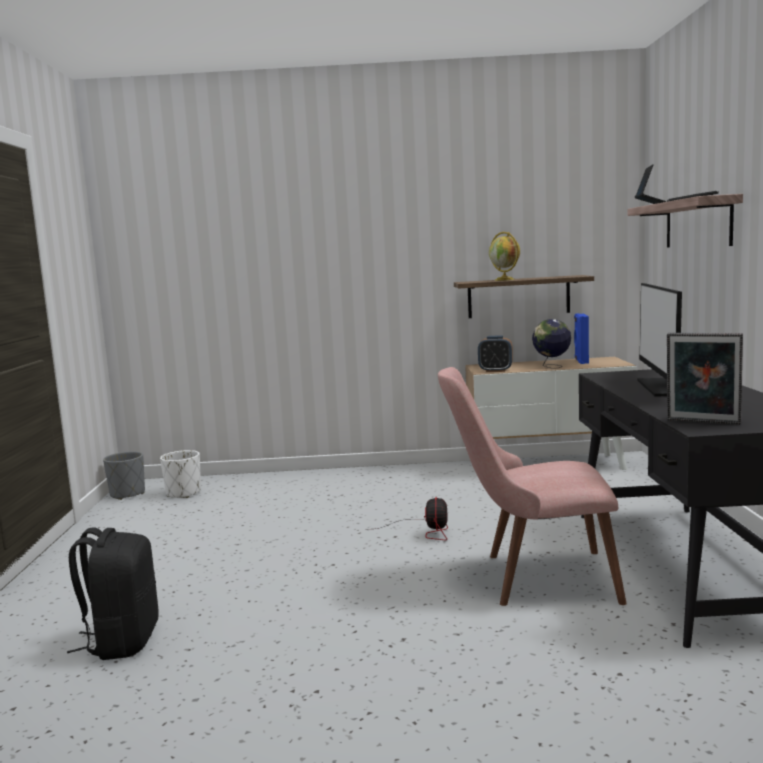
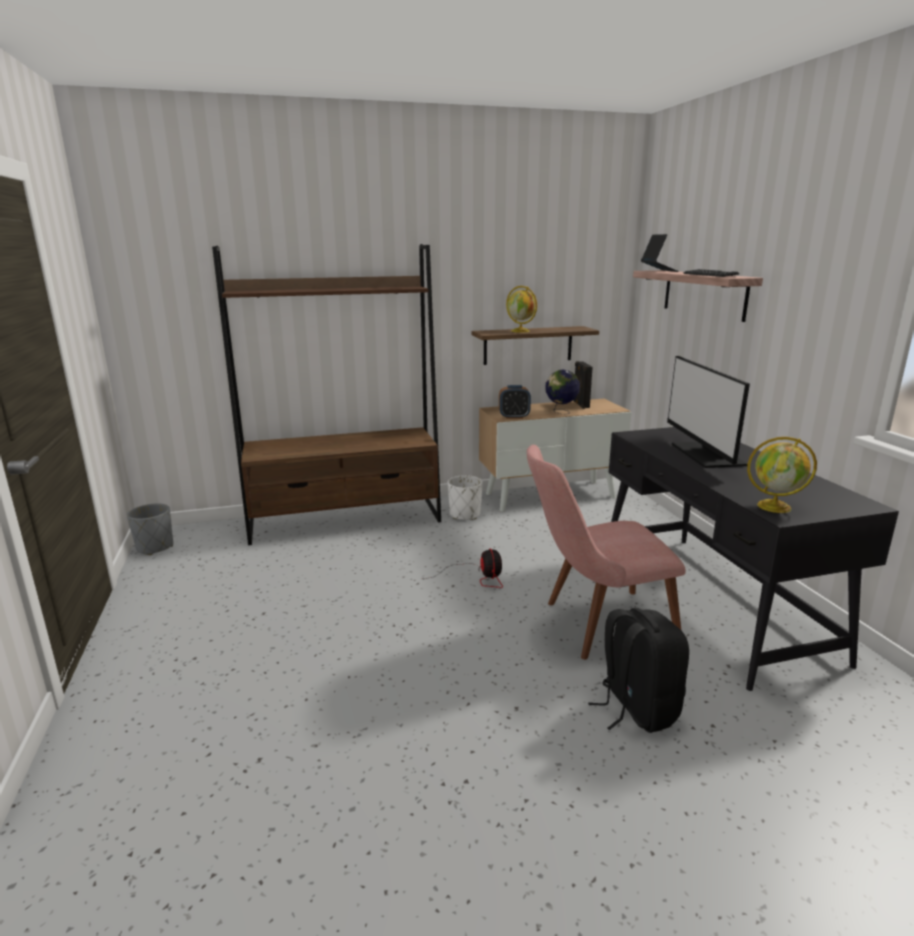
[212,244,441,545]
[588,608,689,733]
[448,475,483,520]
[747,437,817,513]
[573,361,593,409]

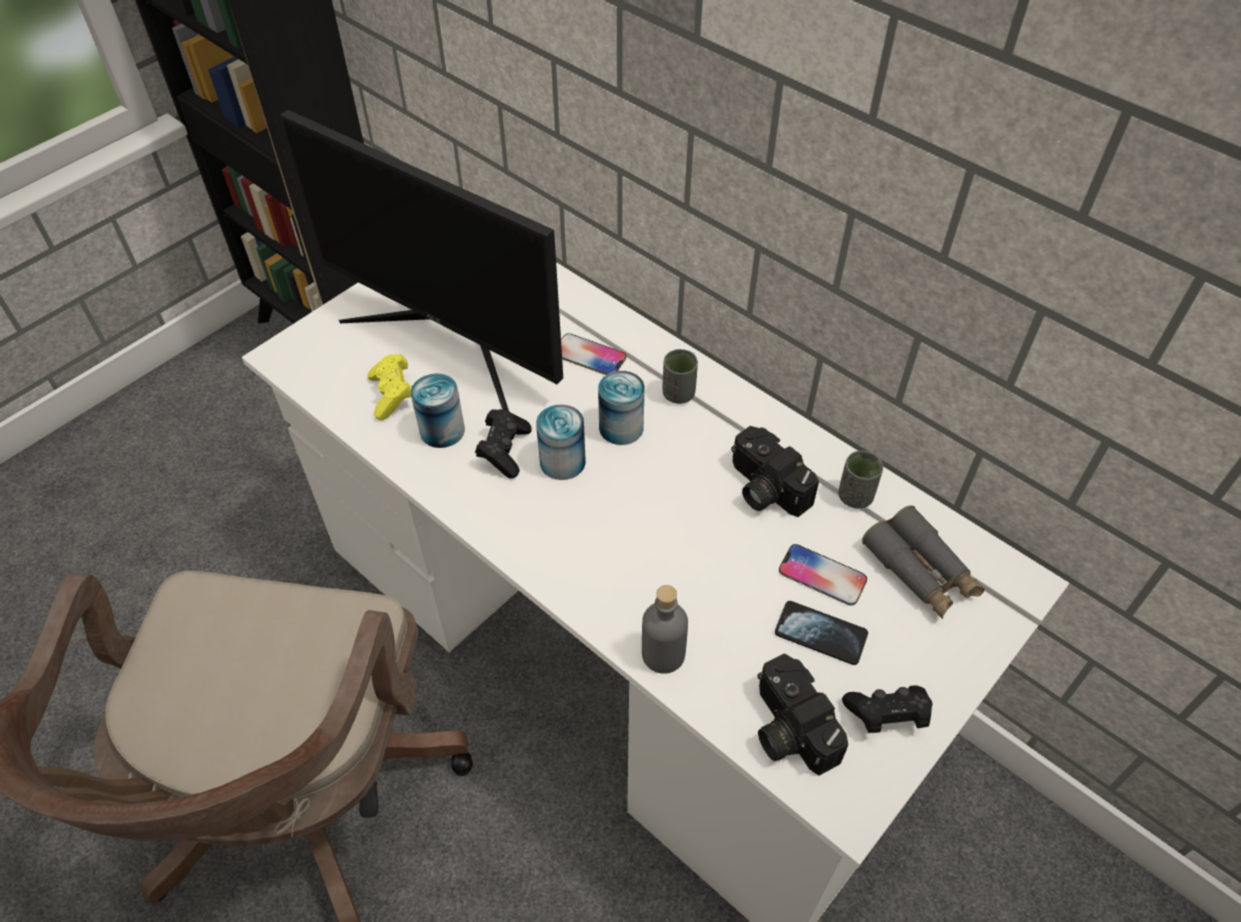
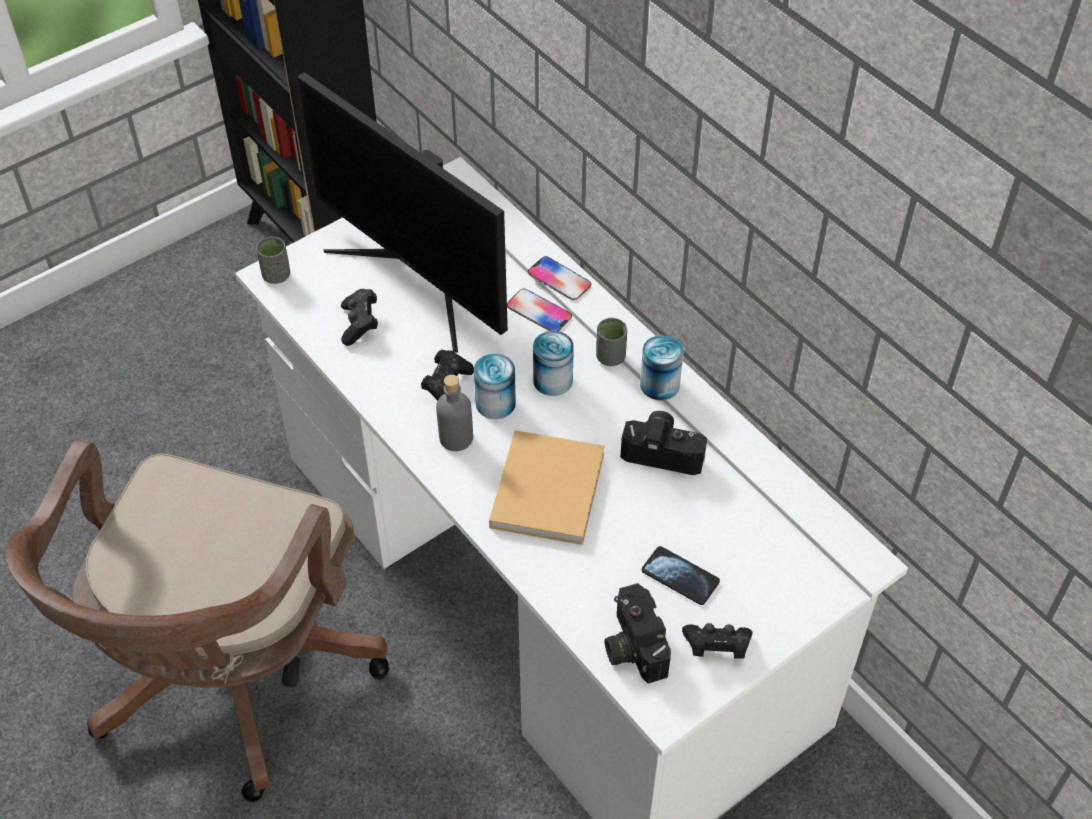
[862,506,985,619] (first image)
[489,430,605,545]
[640,335,683,400]
[436,375,473,451]
[528,256,591,301]
[256,237,290,284]
[341,289,378,346]
[620,411,707,475]

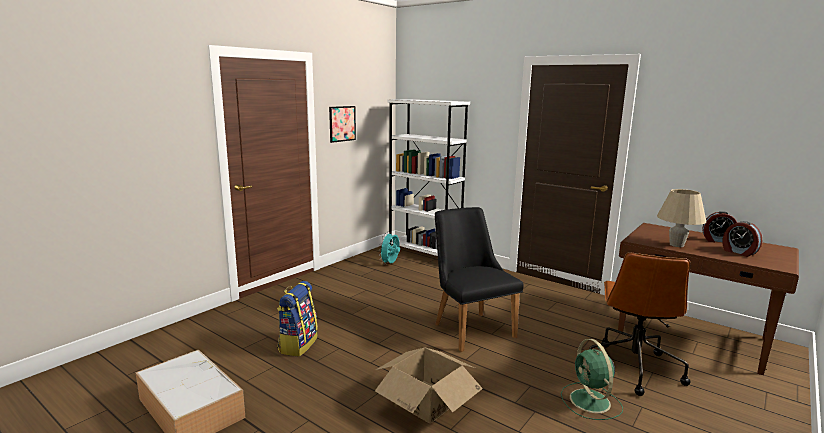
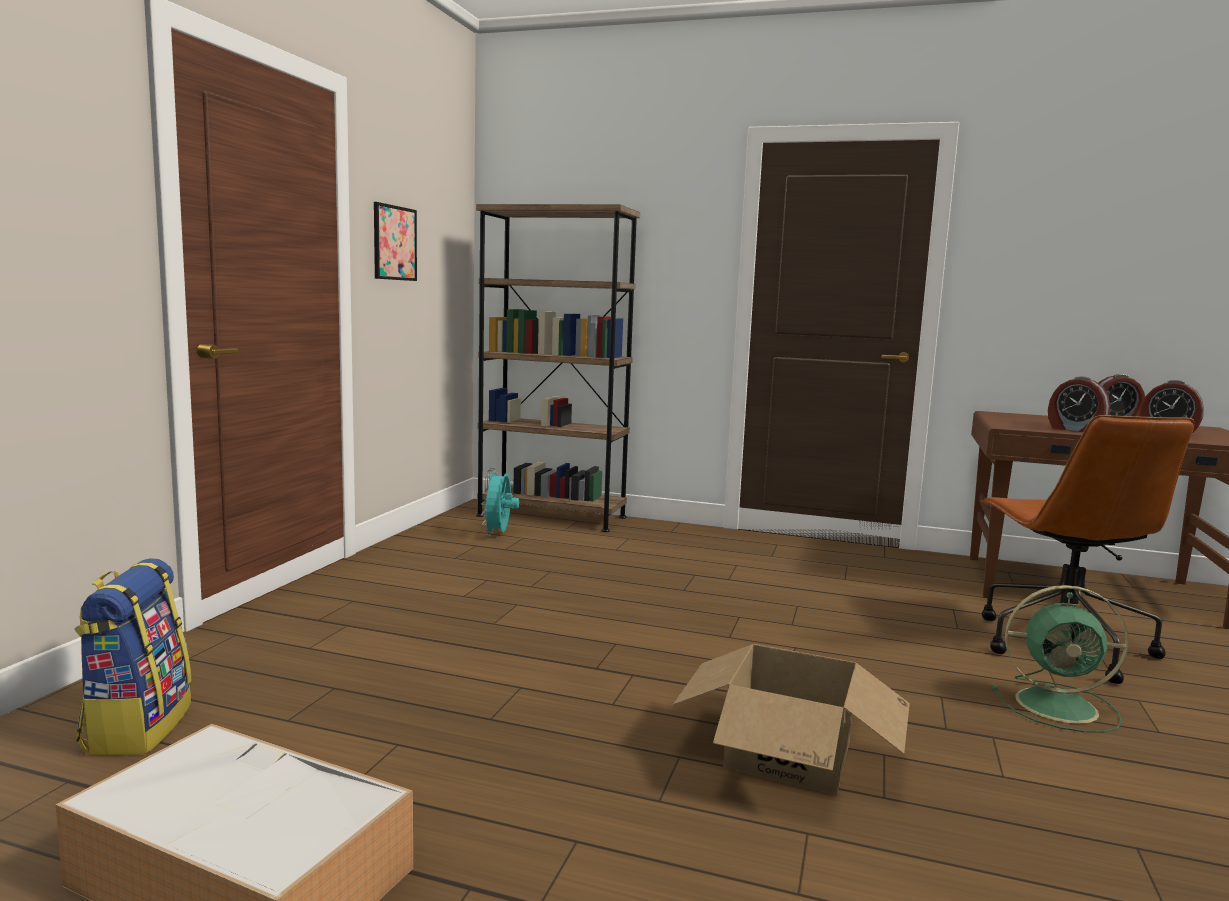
[435,207,524,352] (first image)
[74,558,191,755]
[1048,377,1110,432]
[476,204,640,532]
[991,585,1129,733]

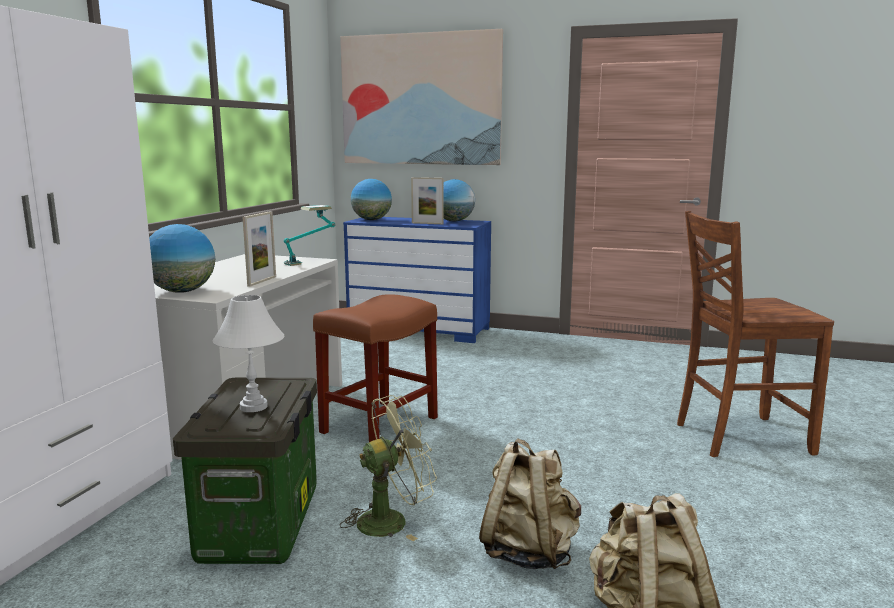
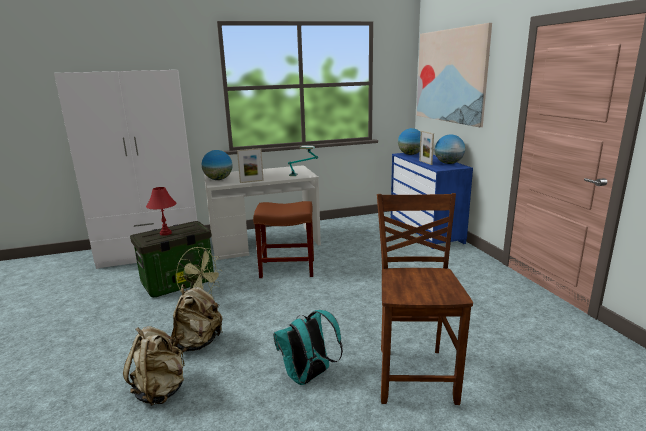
[273,310,343,385]
[146,187,176,236]
[377,193,473,405]

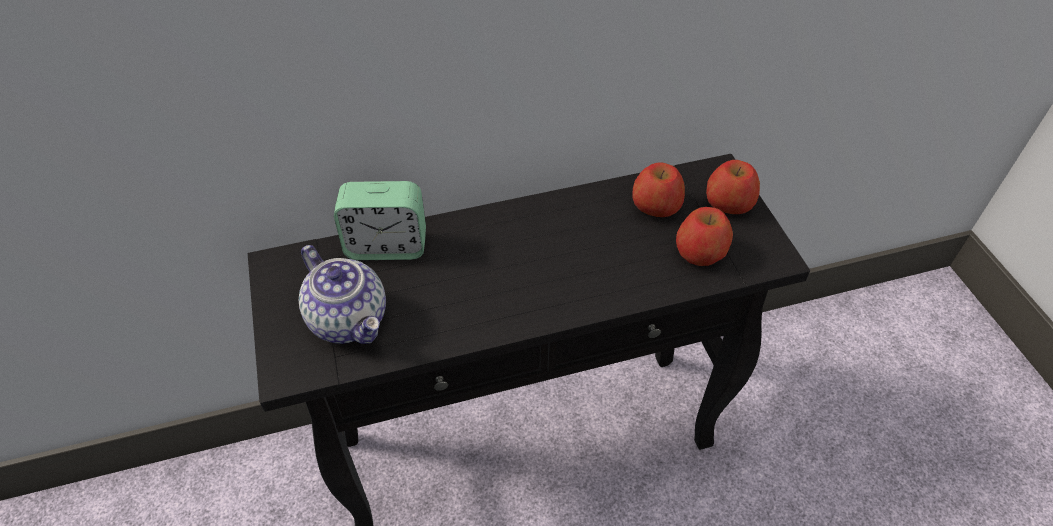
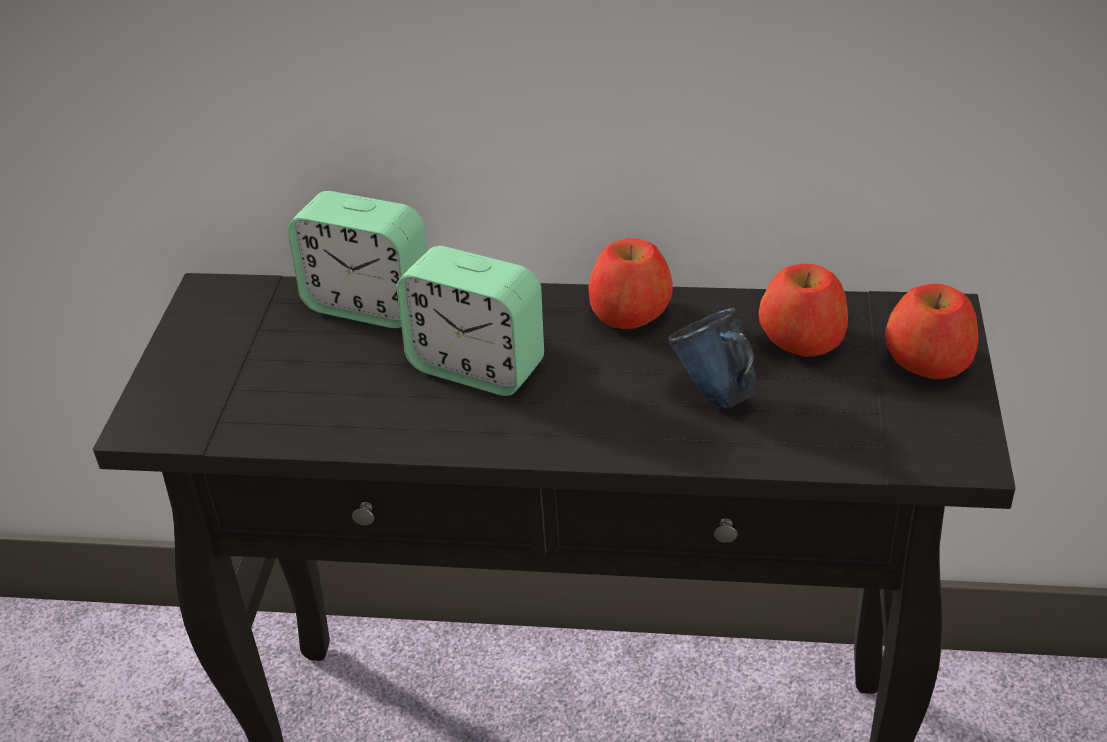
[299,245,386,344] (first image)
[397,246,544,396]
[668,308,758,409]
[588,238,673,329]

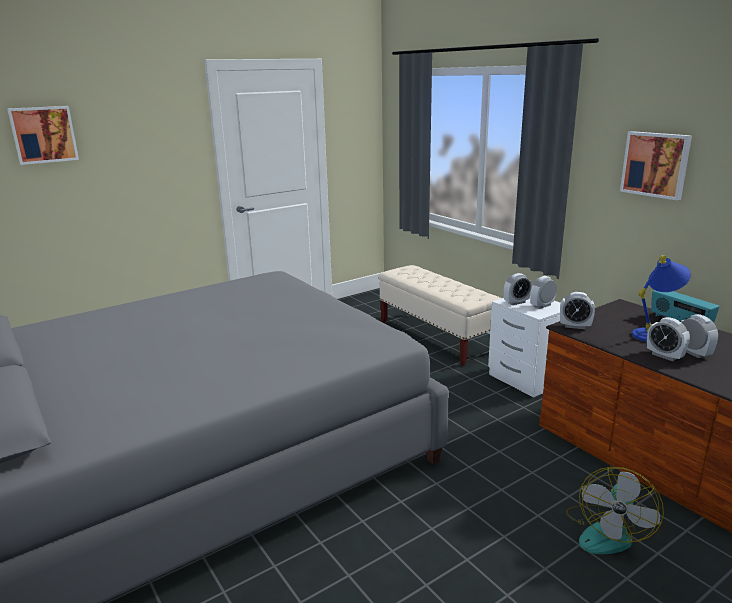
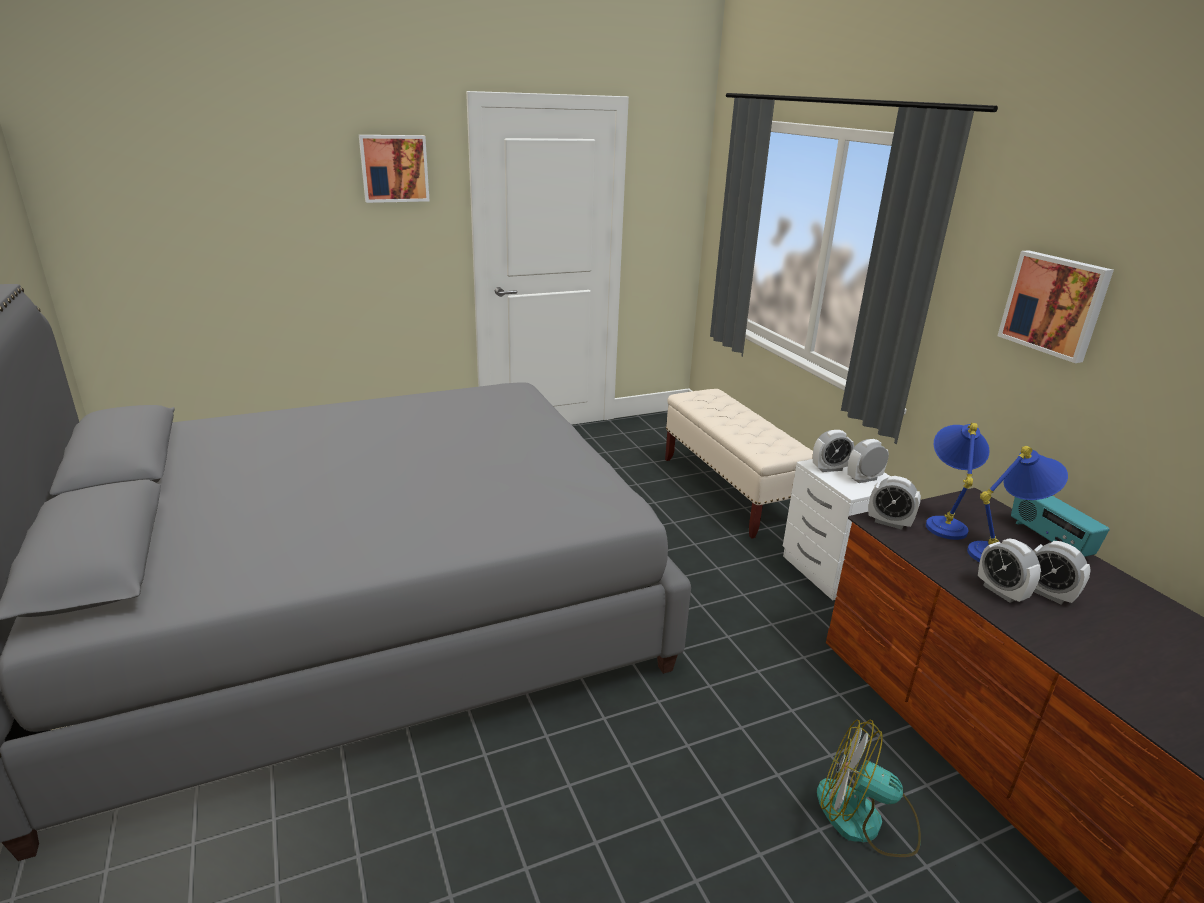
[926,423,990,540]
[359,135,430,203]
[817,719,921,857]
[1033,541,1091,604]

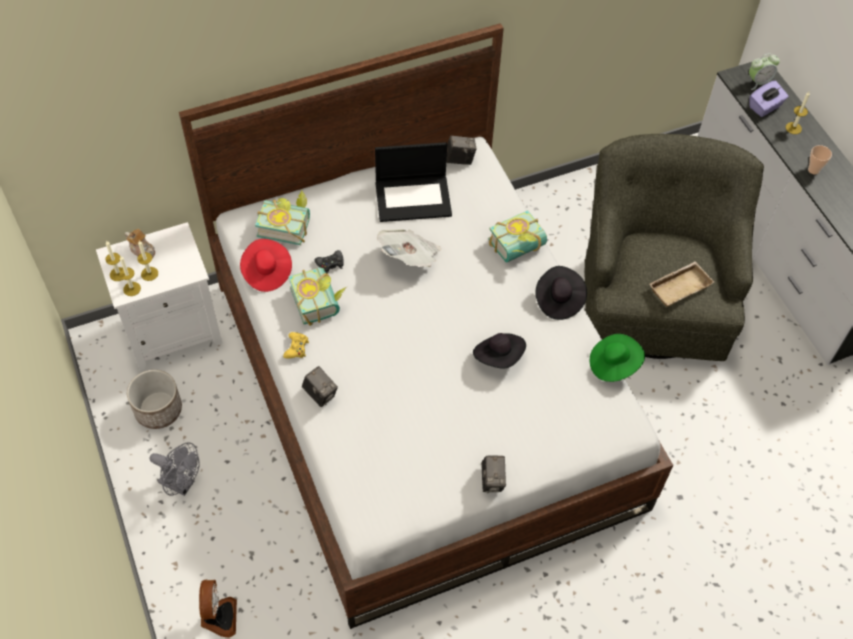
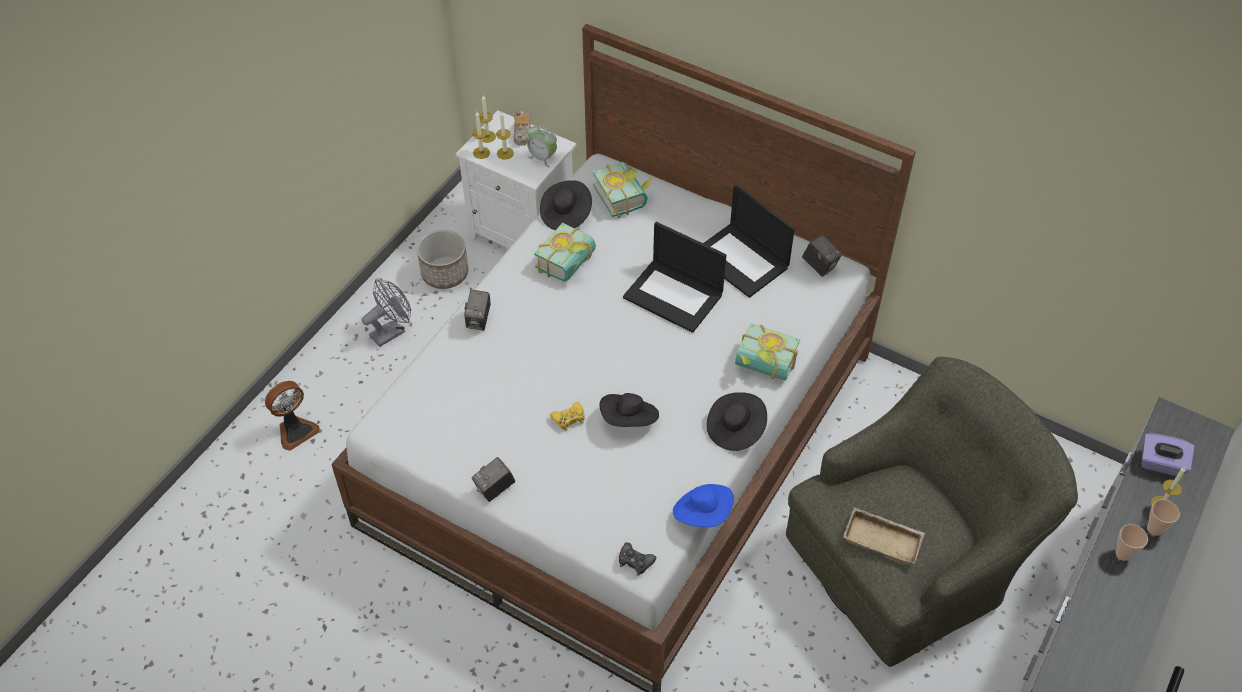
[1147,499,1180,536]
[550,402,585,431]
[619,542,657,576]
[527,125,557,167]
[623,222,726,333]
[540,180,592,230]
[673,484,734,527]
[362,279,411,347]

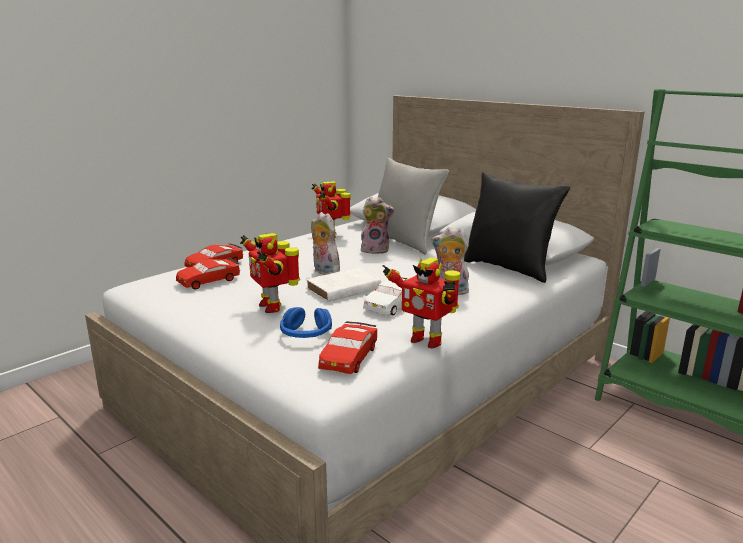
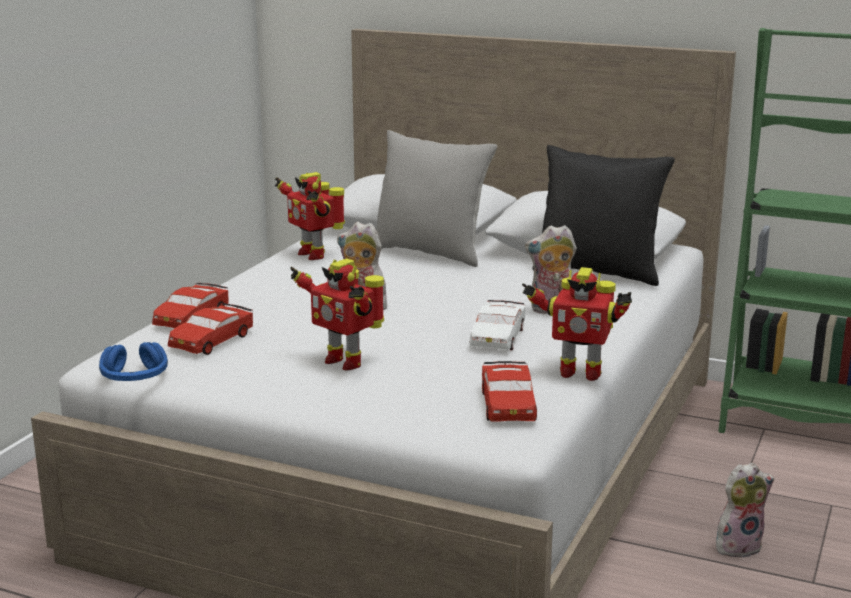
[306,268,381,302] (first image)
[99,342,168,381]
[716,463,774,558]

